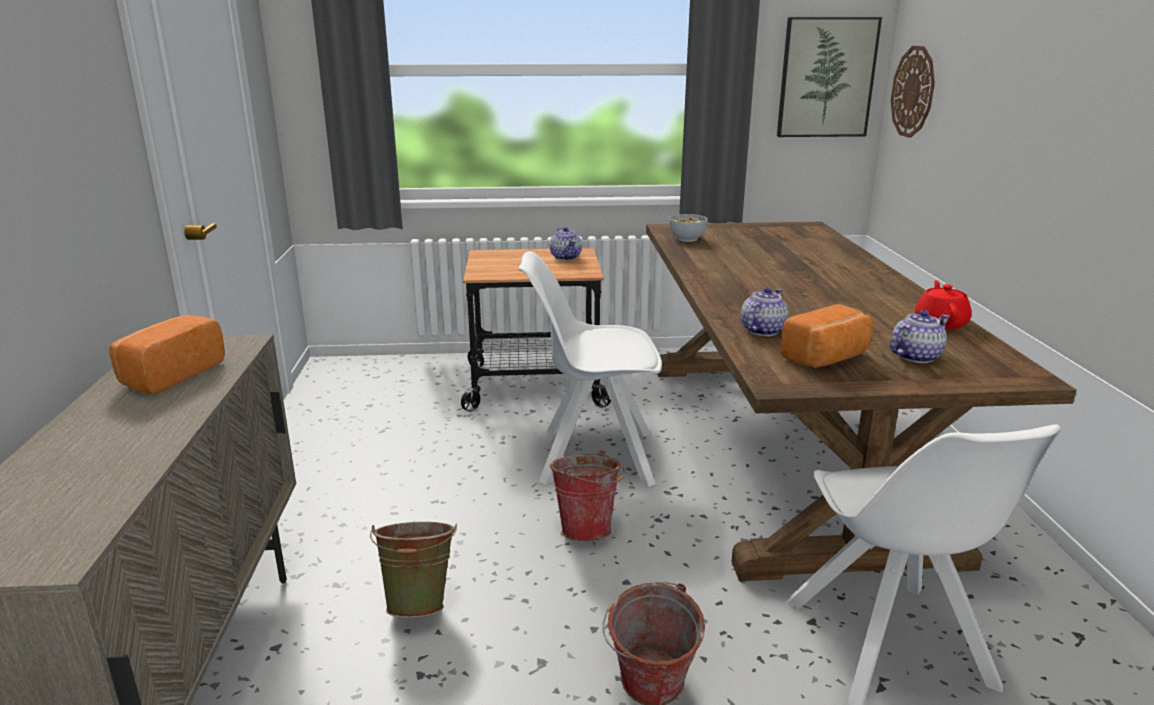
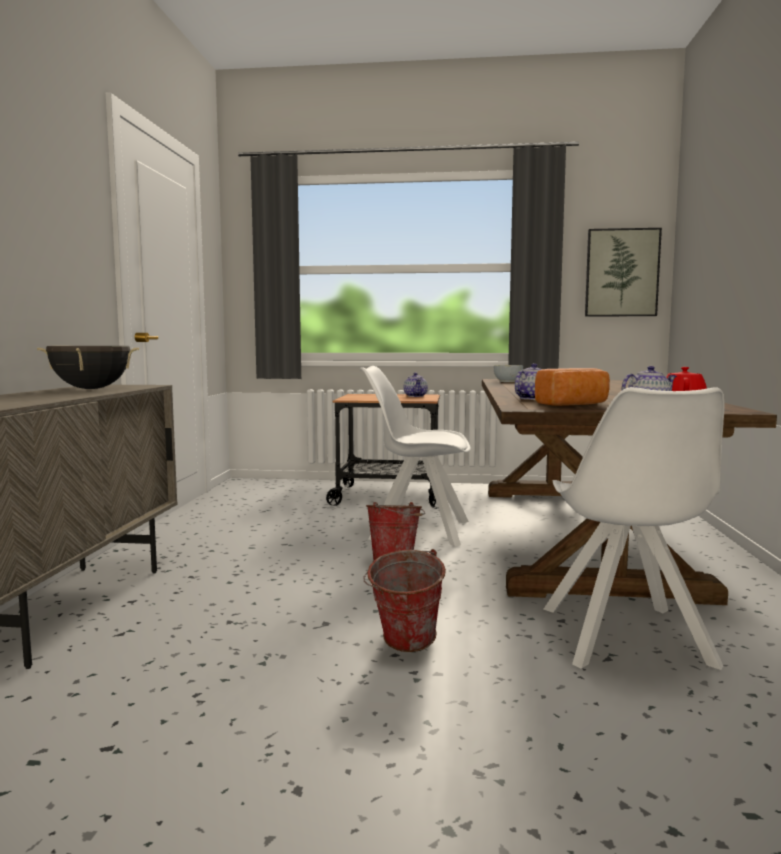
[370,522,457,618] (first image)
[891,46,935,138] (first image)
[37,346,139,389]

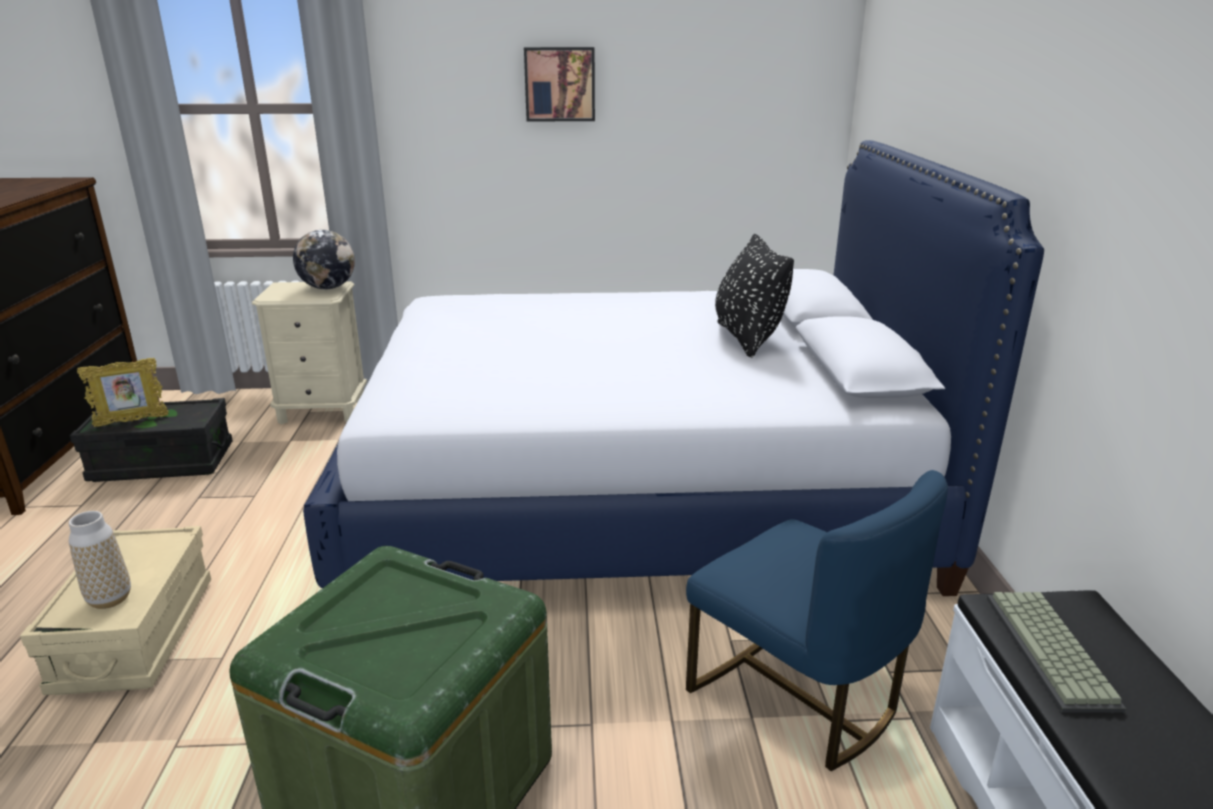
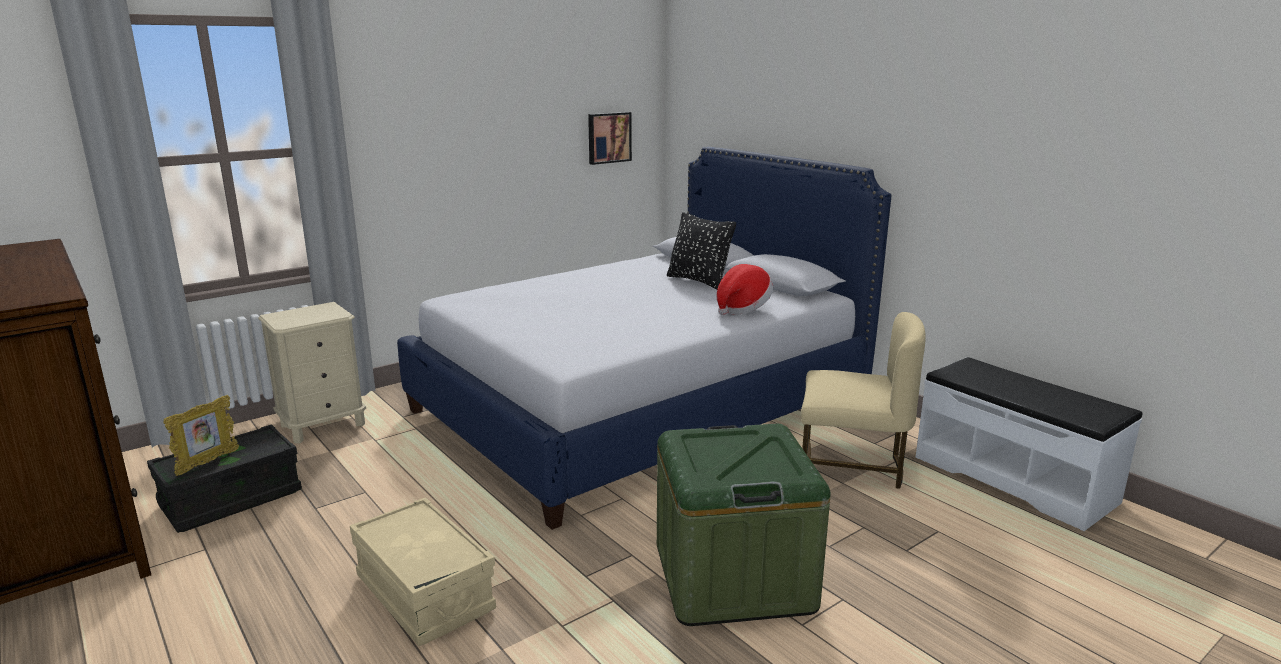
[69,511,131,609] (first image)
[293,230,355,289] (first image)
[986,592,1126,713] (first image)
[716,264,773,315]
[588,112,632,165]
[801,312,926,489]

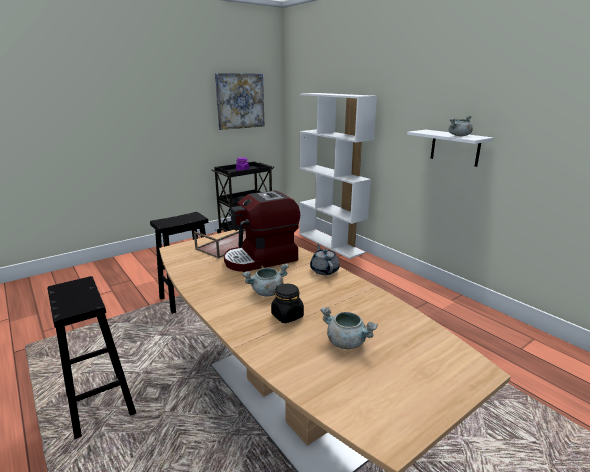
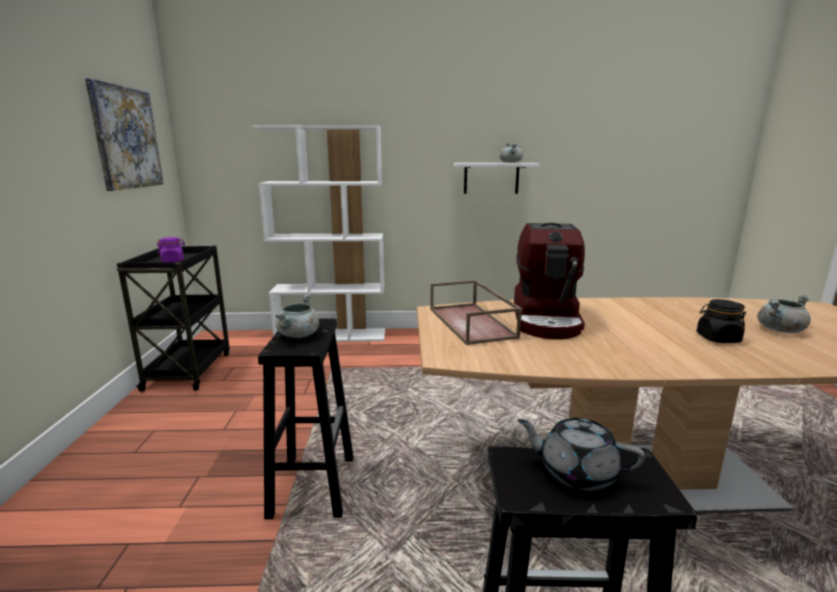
[275,294,319,338]
[518,418,645,491]

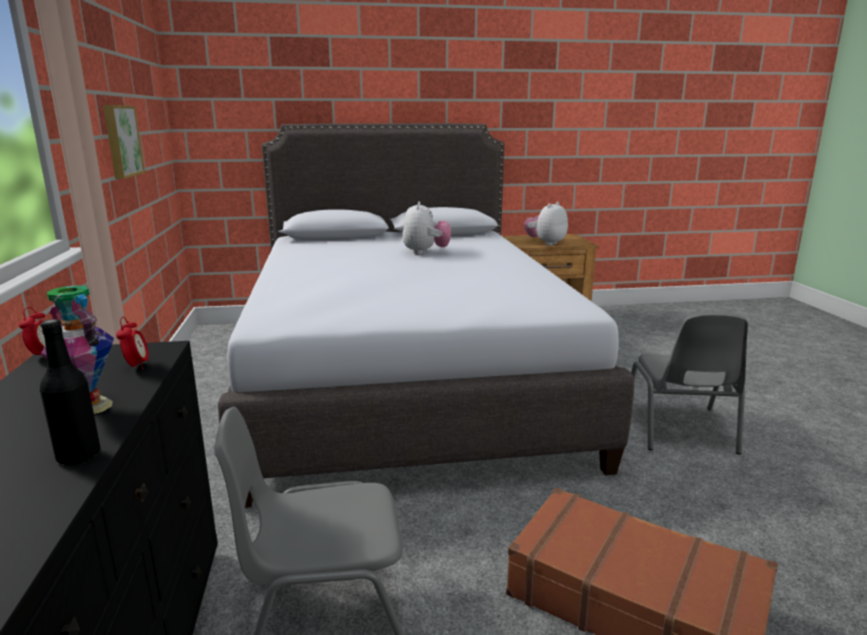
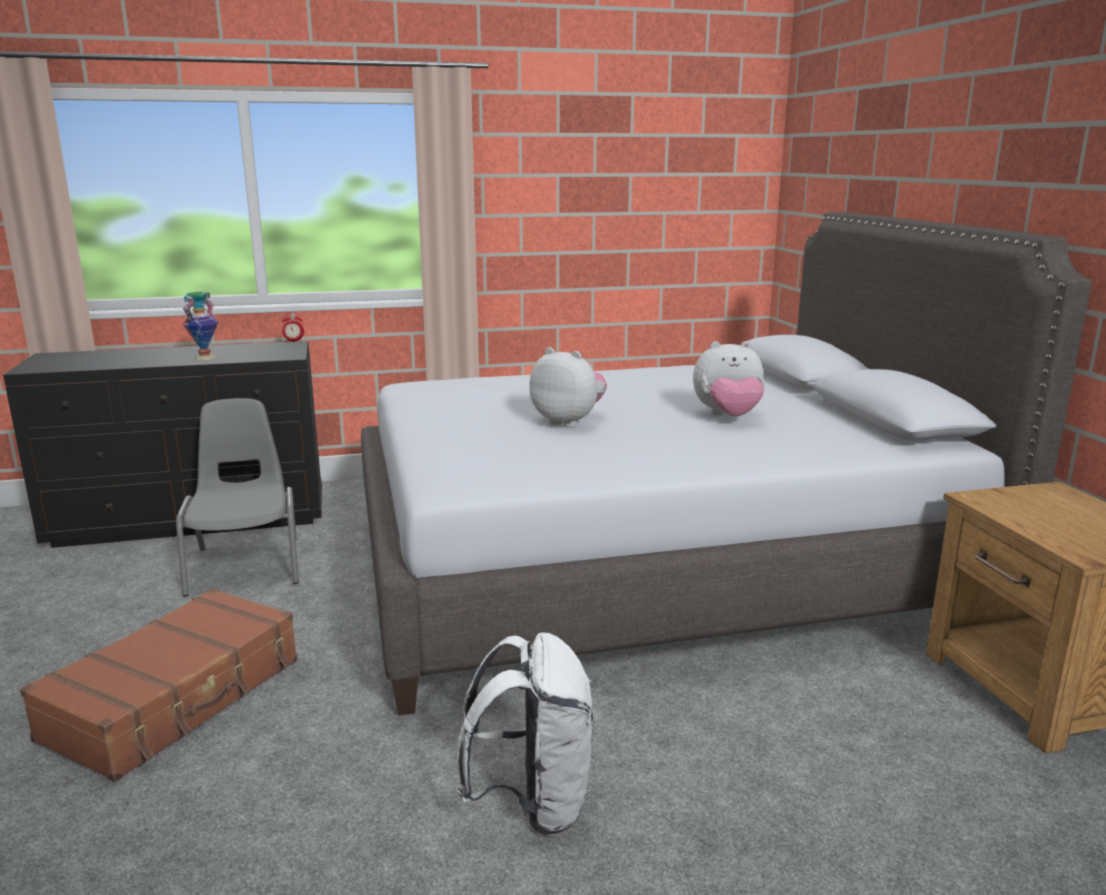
[40,319,101,465] (first image)
[103,105,145,179] (first image)
[116,317,149,370] (first image)
[530,347,607,428]
[457,632,593,836]

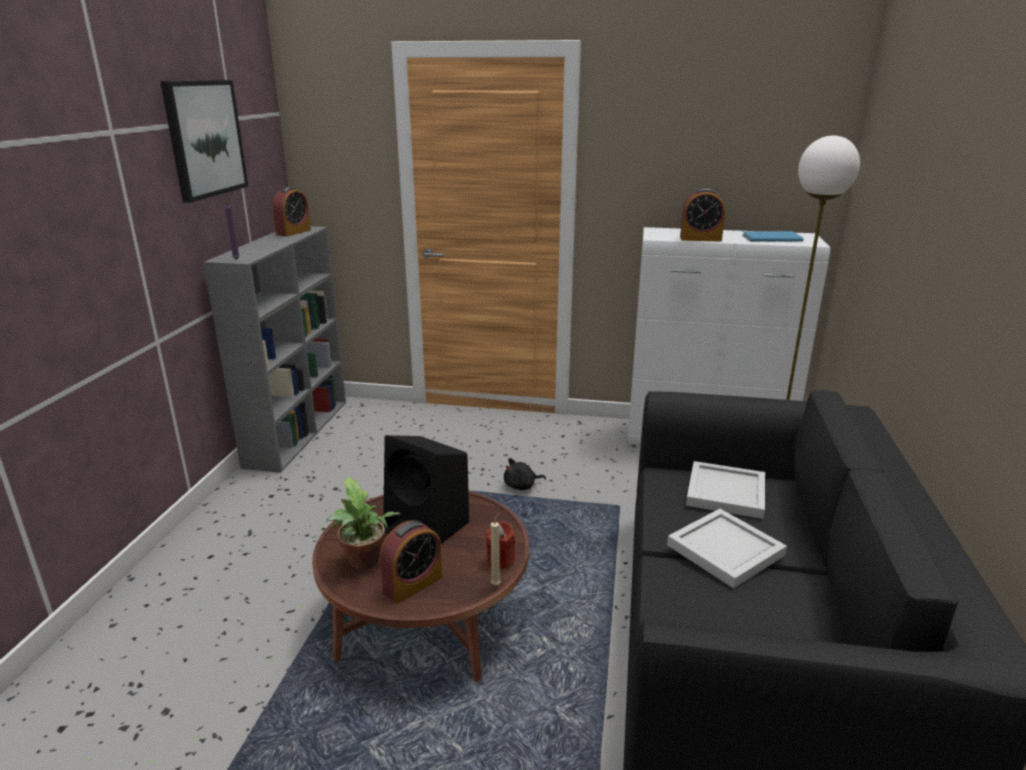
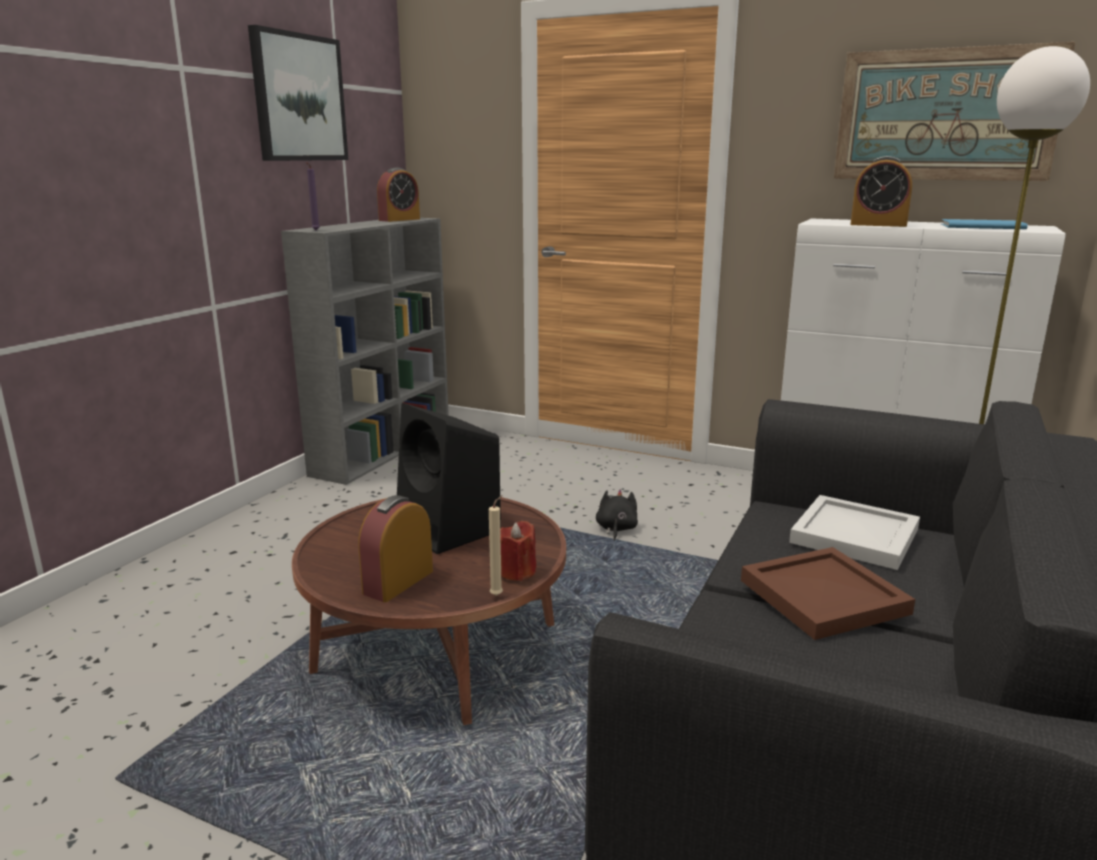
[327,477,401,569] (first image)
[834,42,1076,181]
[741,547,915,640]
[358,495,433,602]
[596,490,638,541]

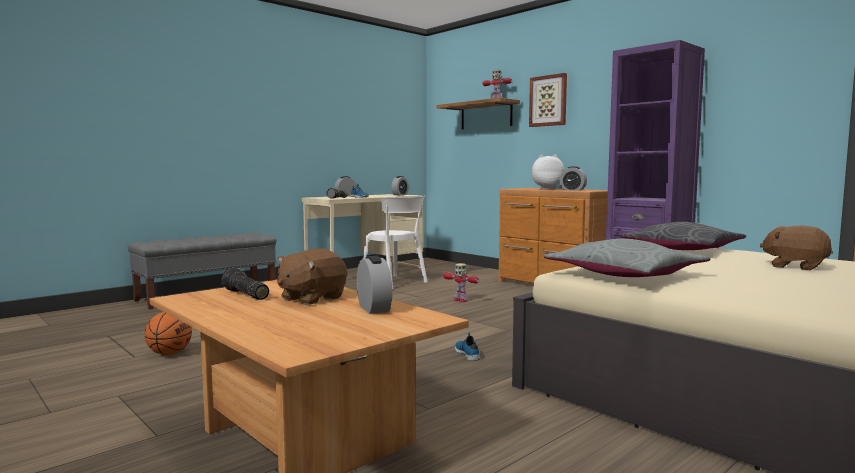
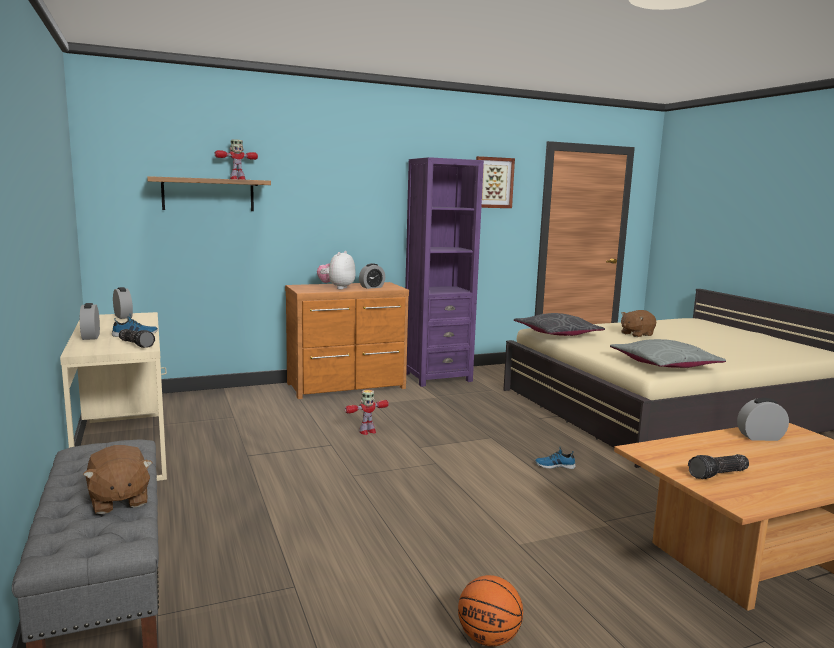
[363,195,428,290] (first image)
[83,445,152,514]
[476,156,515,208]

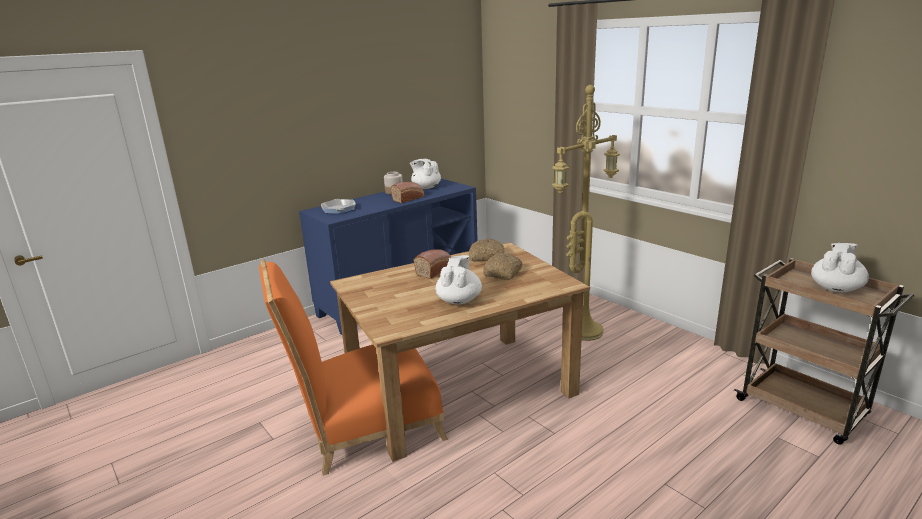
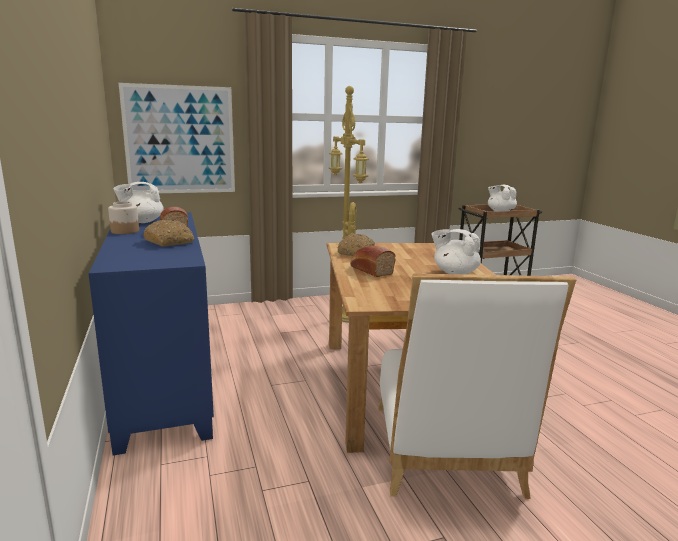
[321,199,356,214] (first image)
[119,83,235,193]
[143,219,194,246]
[378,273,576,499]

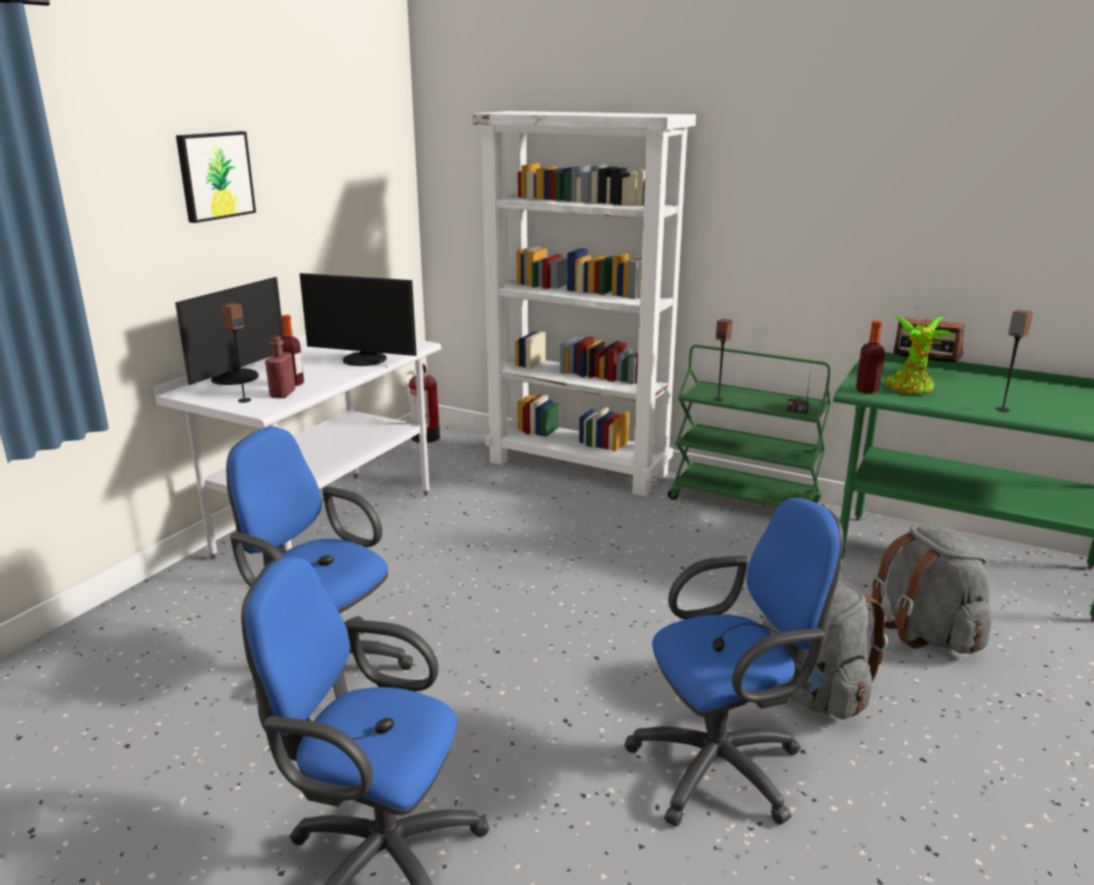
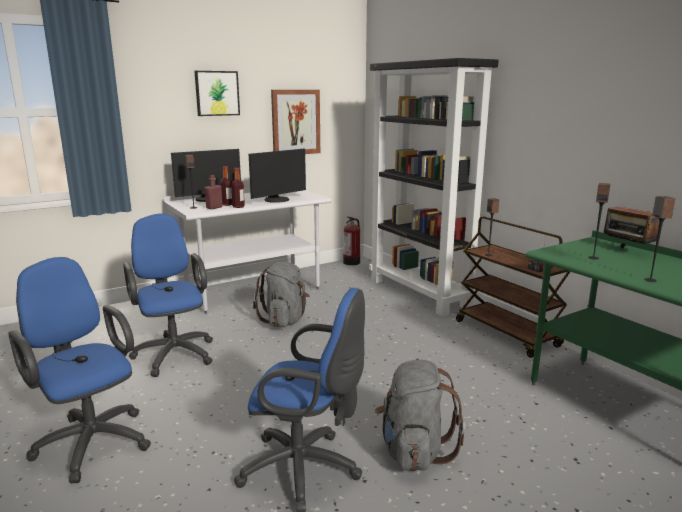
[271,90,320,154]
[231,168,245,208]
[253,262,310,327]
[588,183,610,260]
[369,58,499,317]
[456,216,570,358]
[249,149,306,203]

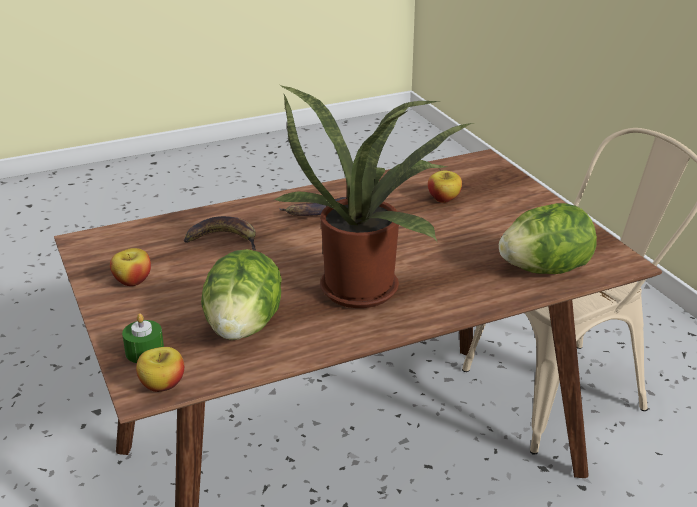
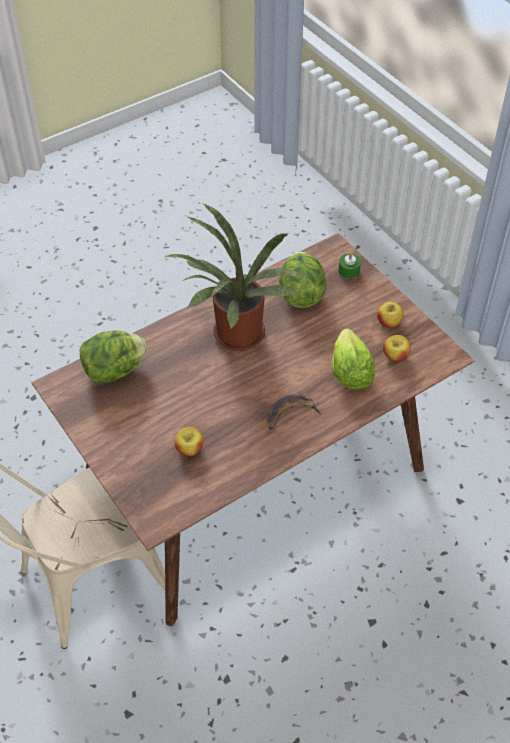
[383,335,411,362]
[332,328,375,389]

